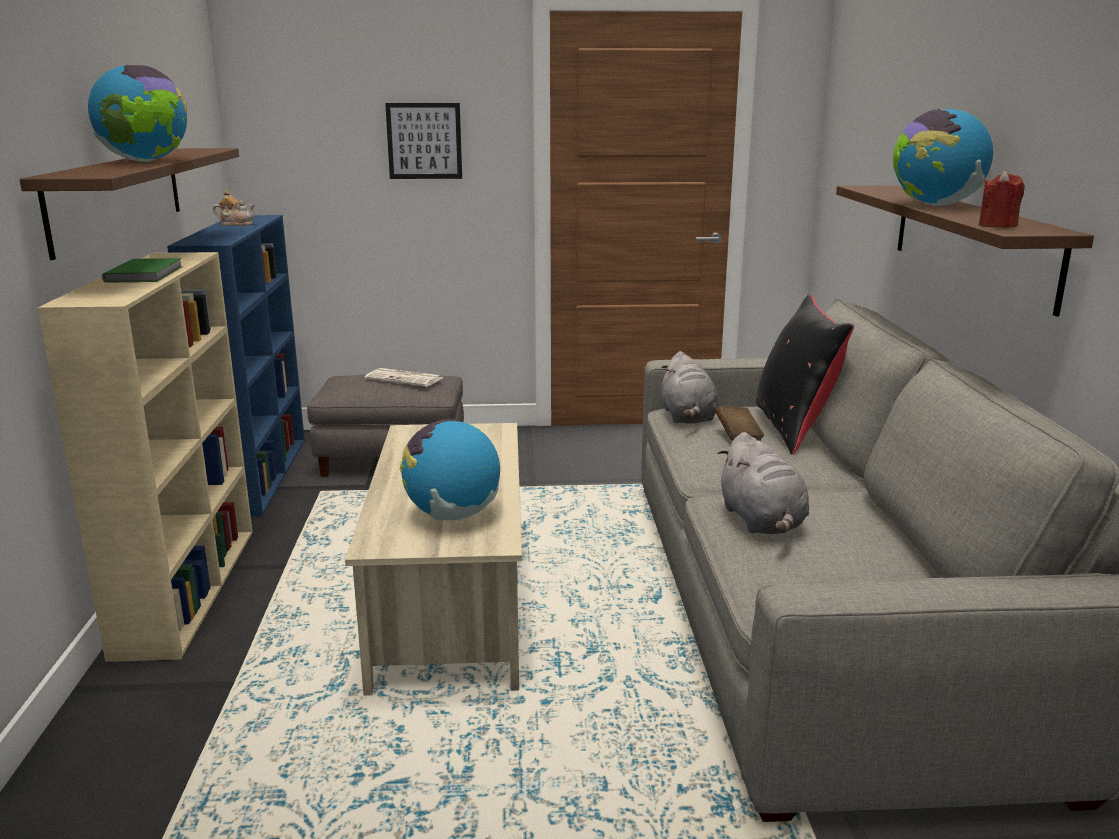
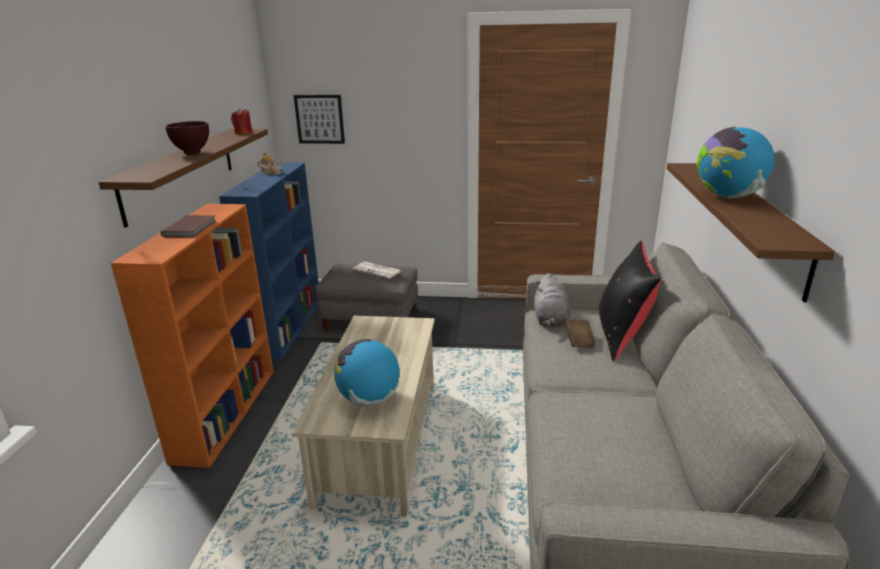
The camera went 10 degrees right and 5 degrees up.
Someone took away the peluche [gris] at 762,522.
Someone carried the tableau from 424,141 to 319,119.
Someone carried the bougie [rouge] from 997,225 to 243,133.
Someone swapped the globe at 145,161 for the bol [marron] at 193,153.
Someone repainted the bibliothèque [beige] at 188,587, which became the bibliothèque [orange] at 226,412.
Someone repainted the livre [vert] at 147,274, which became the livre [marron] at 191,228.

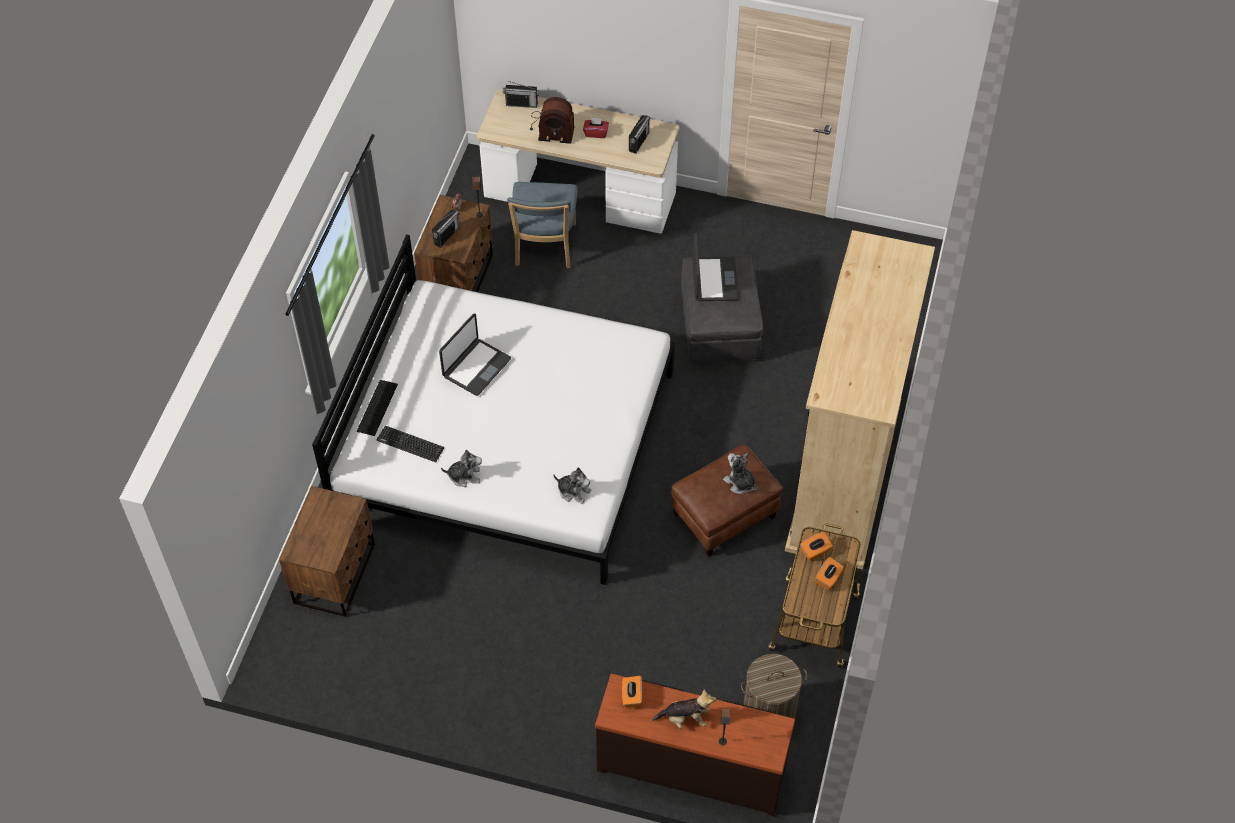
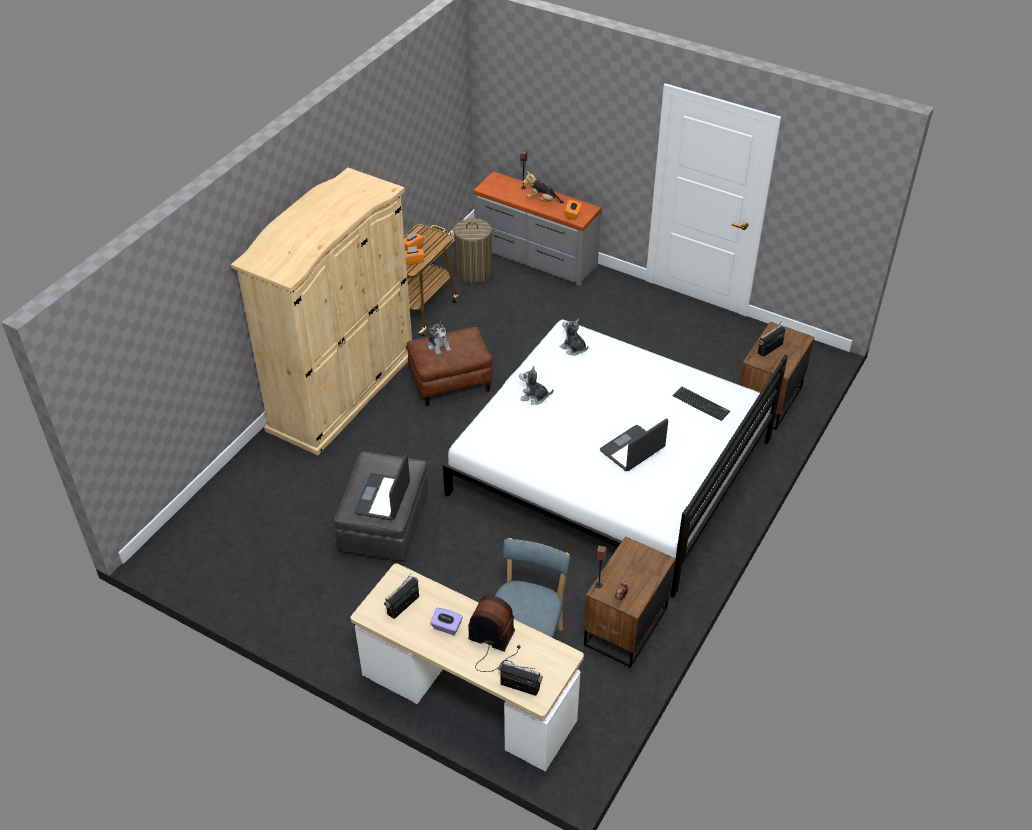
The camera went 165 degrees left and 10 degrees down.
Someone took away the clavier at 377,407.
Someone carried the radio from 446,236 to 770,348.
Someone carried the peluche from 464,476 to 534,397.
Someone repainted the boîte à mouchoirs [rouge] at 596,133, which became the boîte à mouchoirs [violet] at 446,627.
Someone repainted the commode [marron] at 692,765, which became the commode [gris] at 535,257.

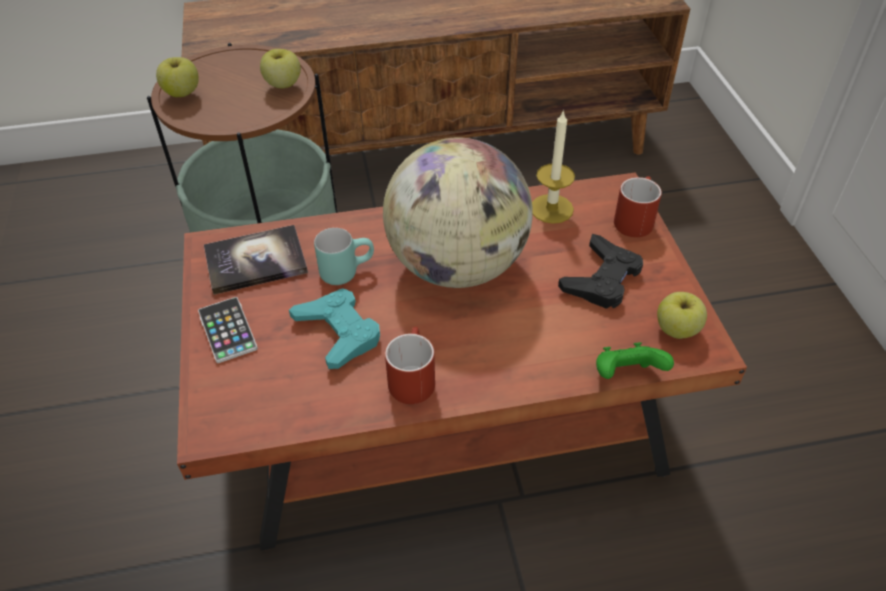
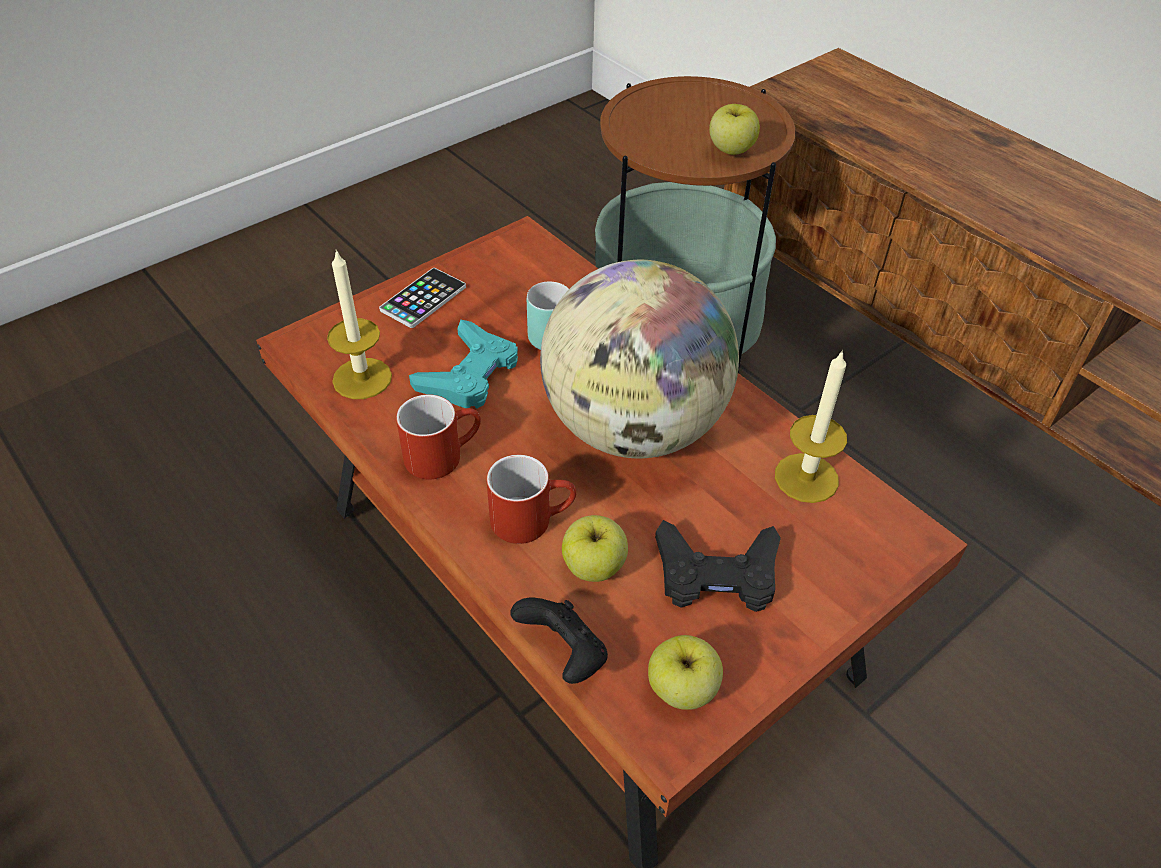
The camera went 60 degrees right and 0 degrees up.
Someone took away the livre at 256,261.
Someone put down the bougie at 362,378.
Someone carried the pomme from 182,93 to 594,566.
Someone carried the mug [rouge] from 634,218 to 532,518.
Someone repainted the manette [vert] at 626,375, which became the manette [noir] at 564,654.

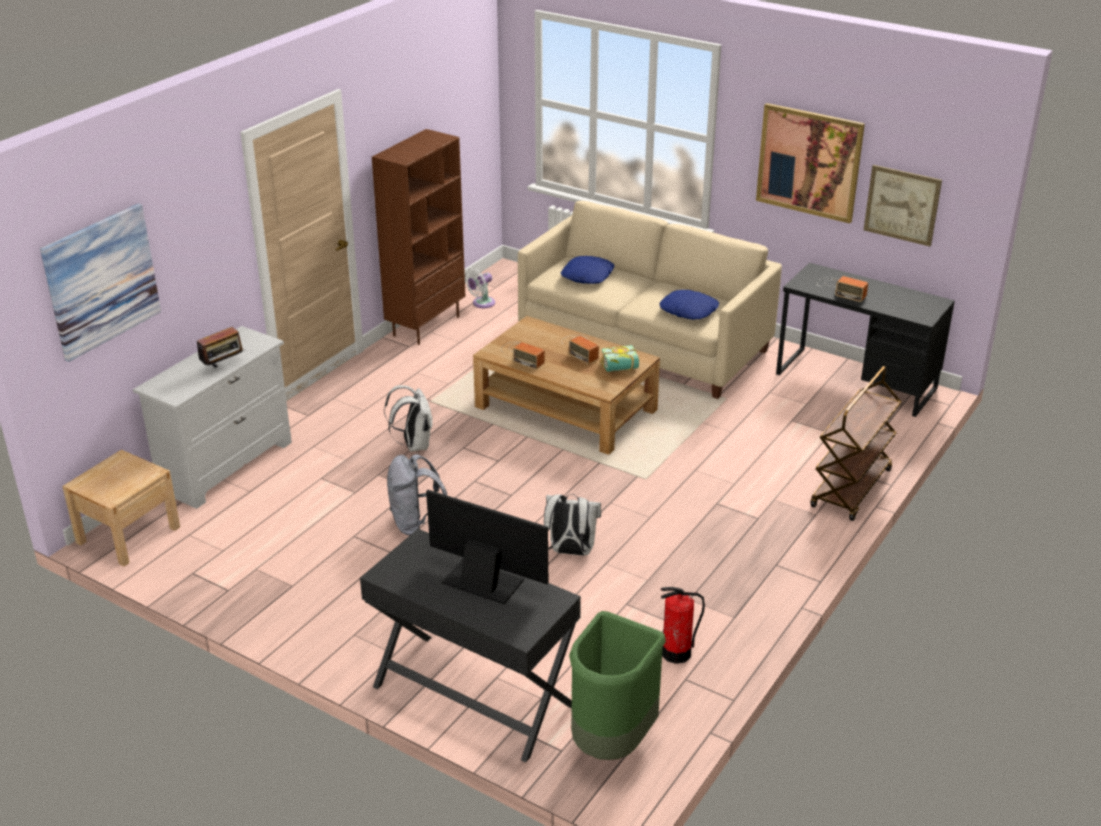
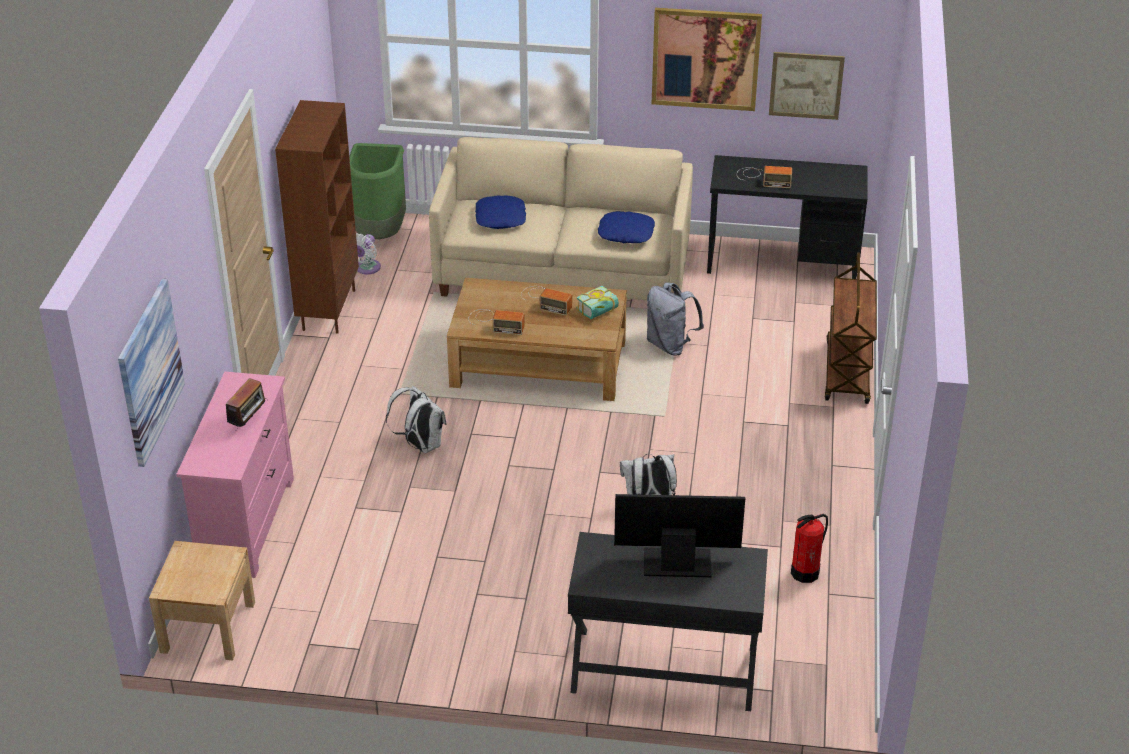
The camera went 25 degrees left and 5 degrees up.
Someone carried the sac à dos [gris] from 416,524 to 670,345.
Someone carried the poubelle [vert] from 612,743 to 380,235.
Someone repainted the commode [blanc] at 227,466, which became the commode [rose] at 247,523.

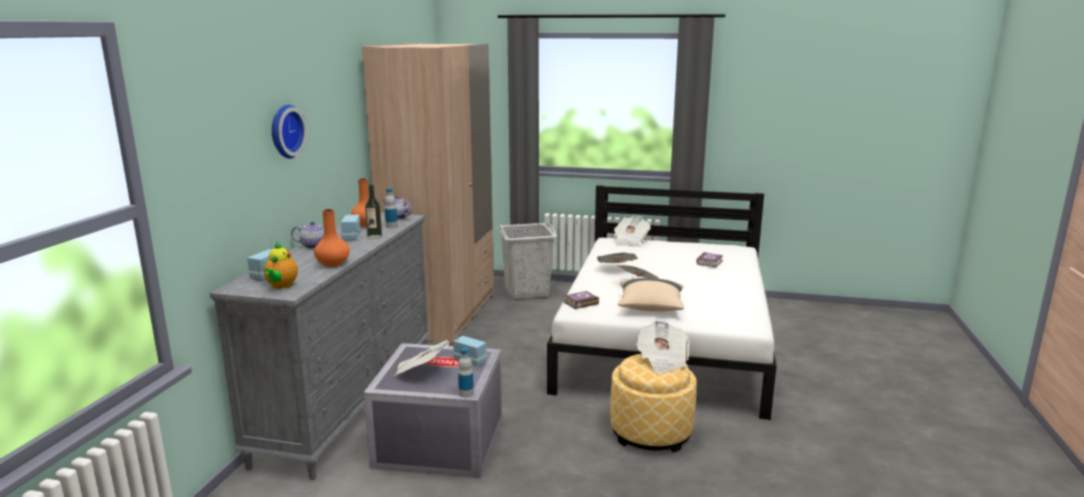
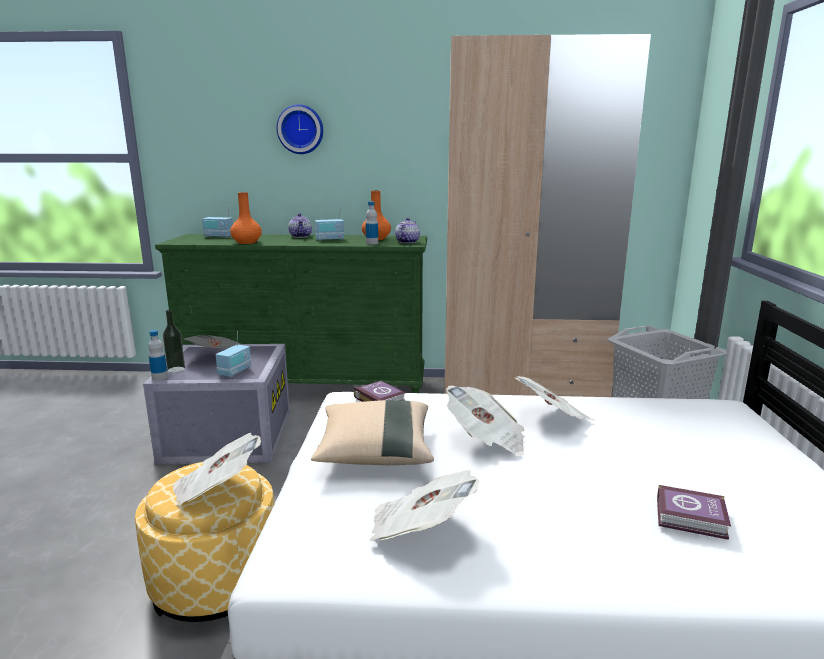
The camera went 80 degrees right and 0 degrees up.
Someone took away the théière at 281,286.
Someone carried the bouteille from 374,237 to 176,369.
Someone carried the journal from 630,241 to 419,530.
Someone repainted the commode [gris] at 350,401, which became the commode [vert] at 307,388.

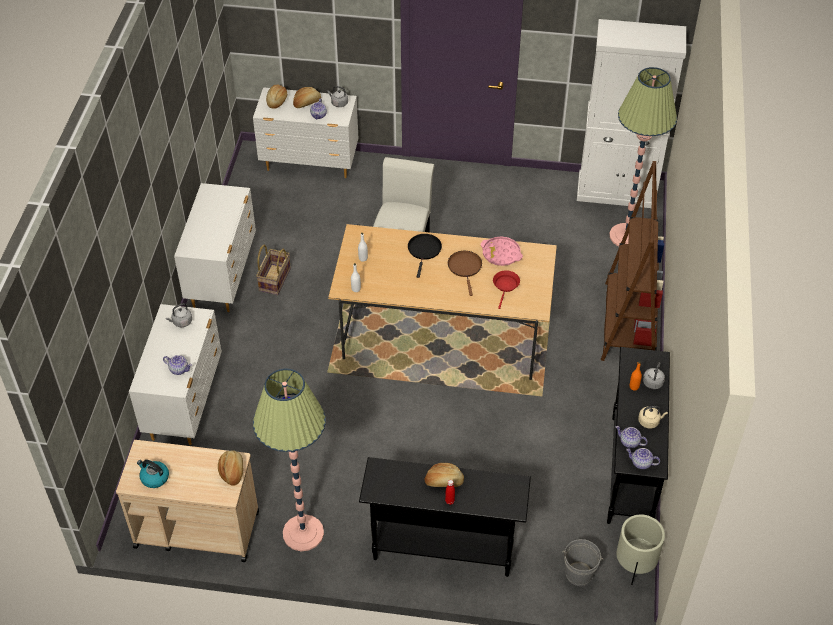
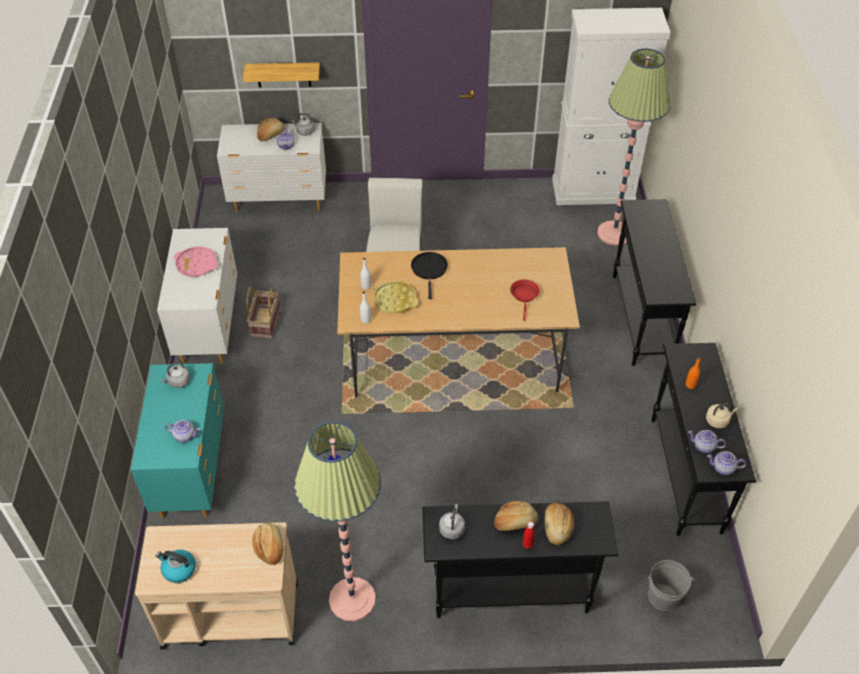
The camera went 10 degrees left and 0 degrees up.
Someone took away the poêle [marron] at 465,268.
Someone took away the cache-pot [beige] at 634,566.
Someone put up the étagère at 283,74.
Someone put down the plateau [jaune] at 395,300.
Someone carried the pain from 277,101 to 556,527.
Someone carried the plateau [rose] from 501,254 to 196,265.
Someone carried the bouilloire [gris] from 653,382 to 452,528.
Someone swapped the bibliothèque [marron] at 629,322 for the table console [noir] at 641,319.
Someone repainted the commode [blanc] at 185,403, which became the commode [turquoise] at 192,471.

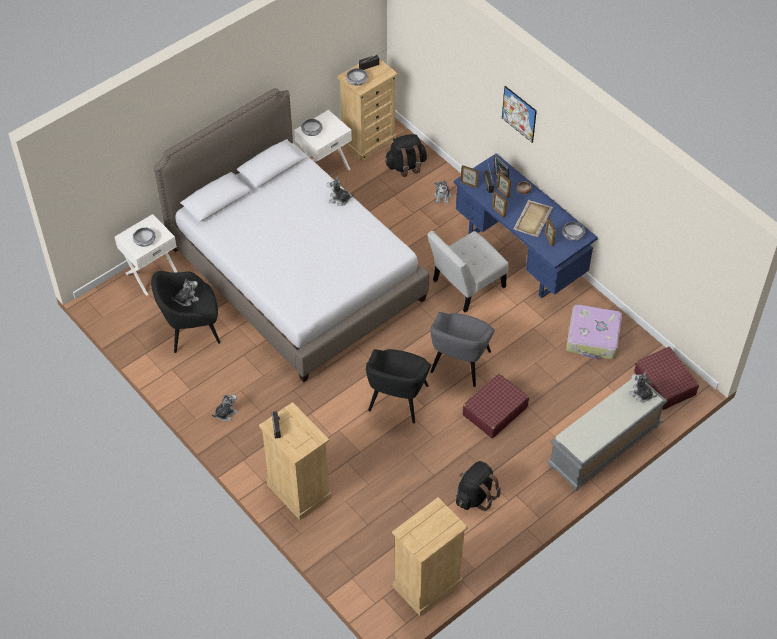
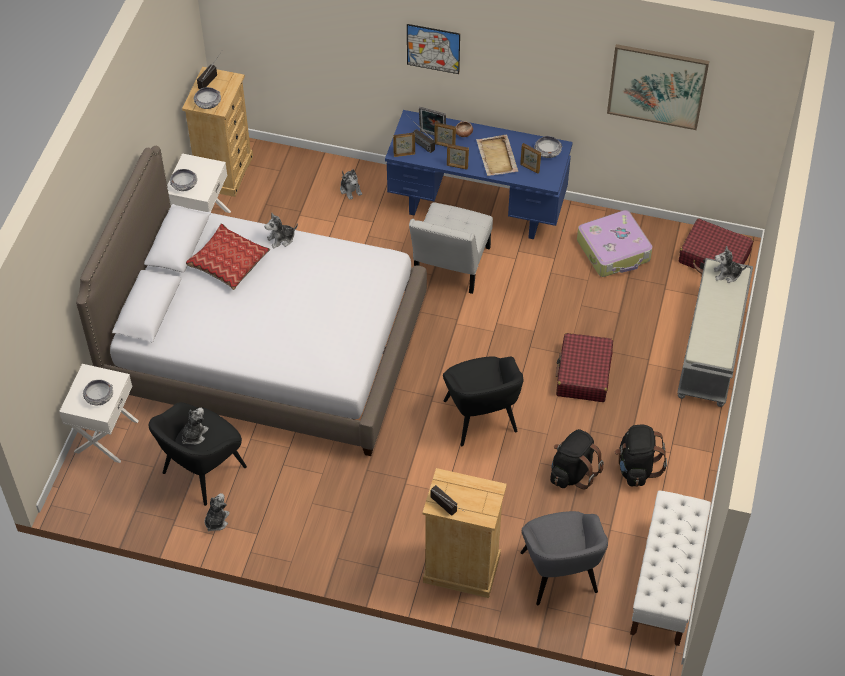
The camera went 35 degrees left and 0 degrees up.
Someone put down the coussin at 228,262.
Someone put up the tableau at 657,86.
Someone carried the peluche from 226,413 to 216,520.
Someone carried the sac à dos [noir] from 406,166 to 572,472.
Someone carried the fauteuil [gris] from 460,363 to 559,574.
Someone swapped the commode [beige] at 427,585 for the banc [blanc] at 666,582.

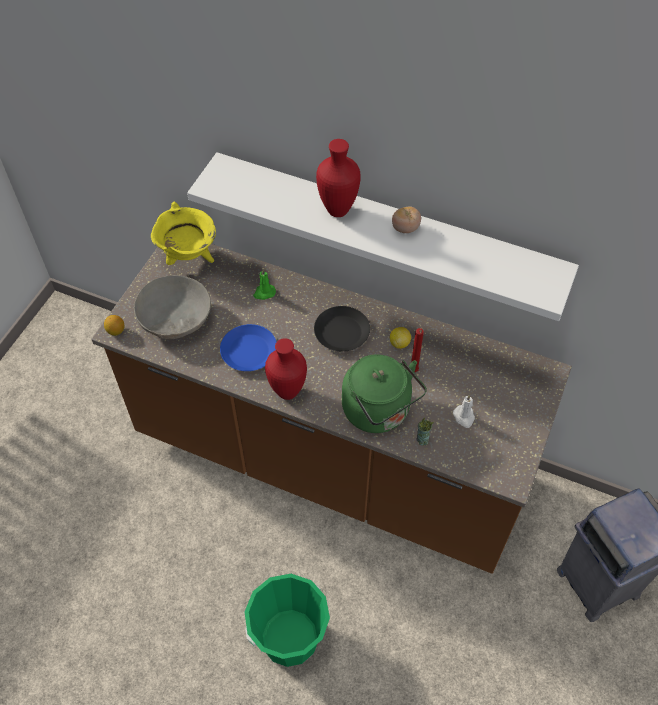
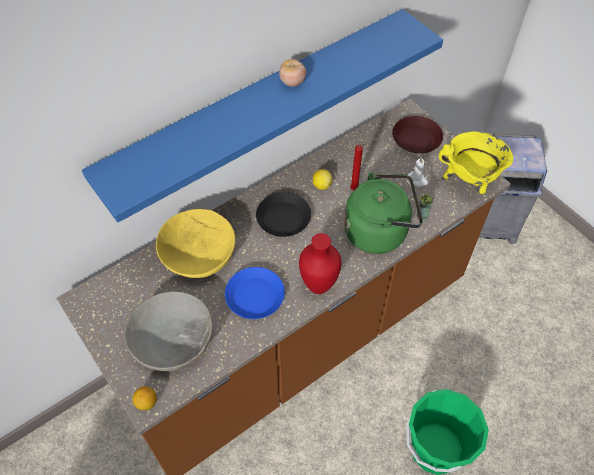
The camera went 60 degrees left and 0 degrees up.
Someone took away the vase [rouge] at 337,210.
Someone put down the assiette [marron] at 416,139.
Someone carried the marmite [jaune] from 189,257 to 469,181.
Someone swapped the bougie [vert] at 264,293 for the bol [jaune] at 198,254.
Someone repainted the étagère [blanc] at 386,228, which became the étagère [bleu] at 259,105.

